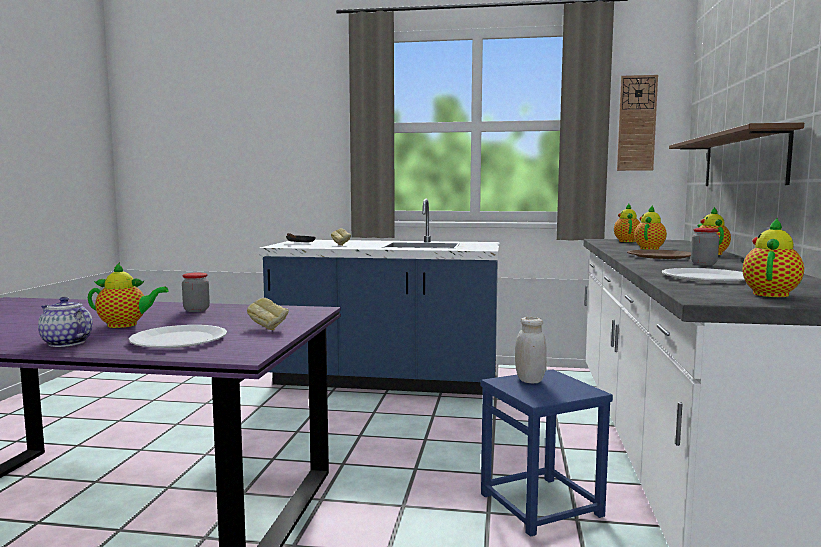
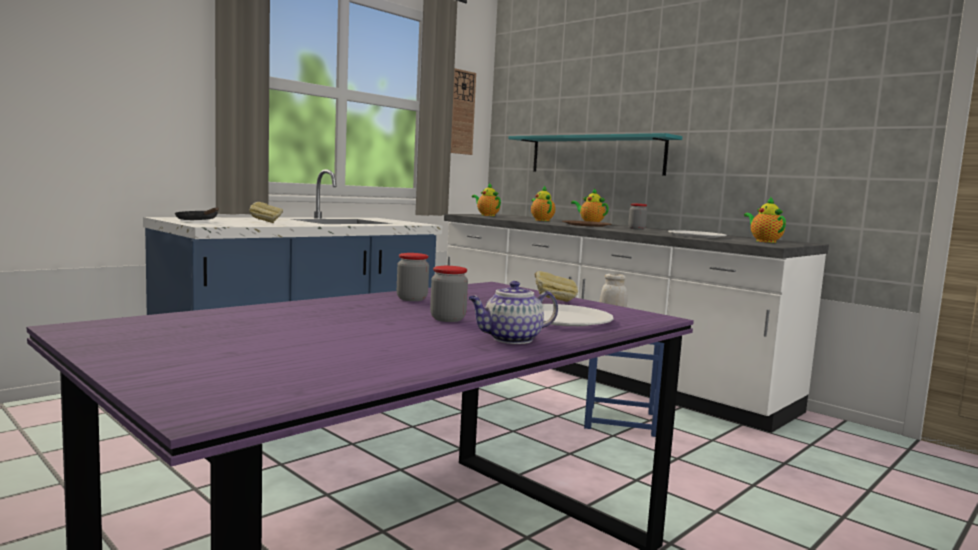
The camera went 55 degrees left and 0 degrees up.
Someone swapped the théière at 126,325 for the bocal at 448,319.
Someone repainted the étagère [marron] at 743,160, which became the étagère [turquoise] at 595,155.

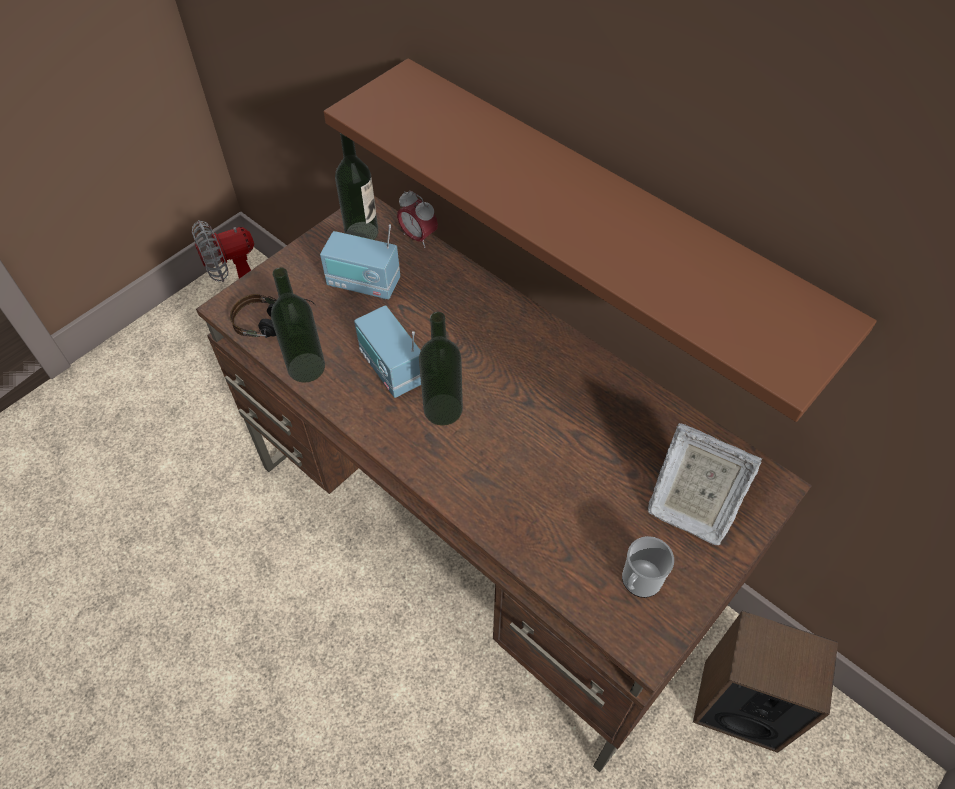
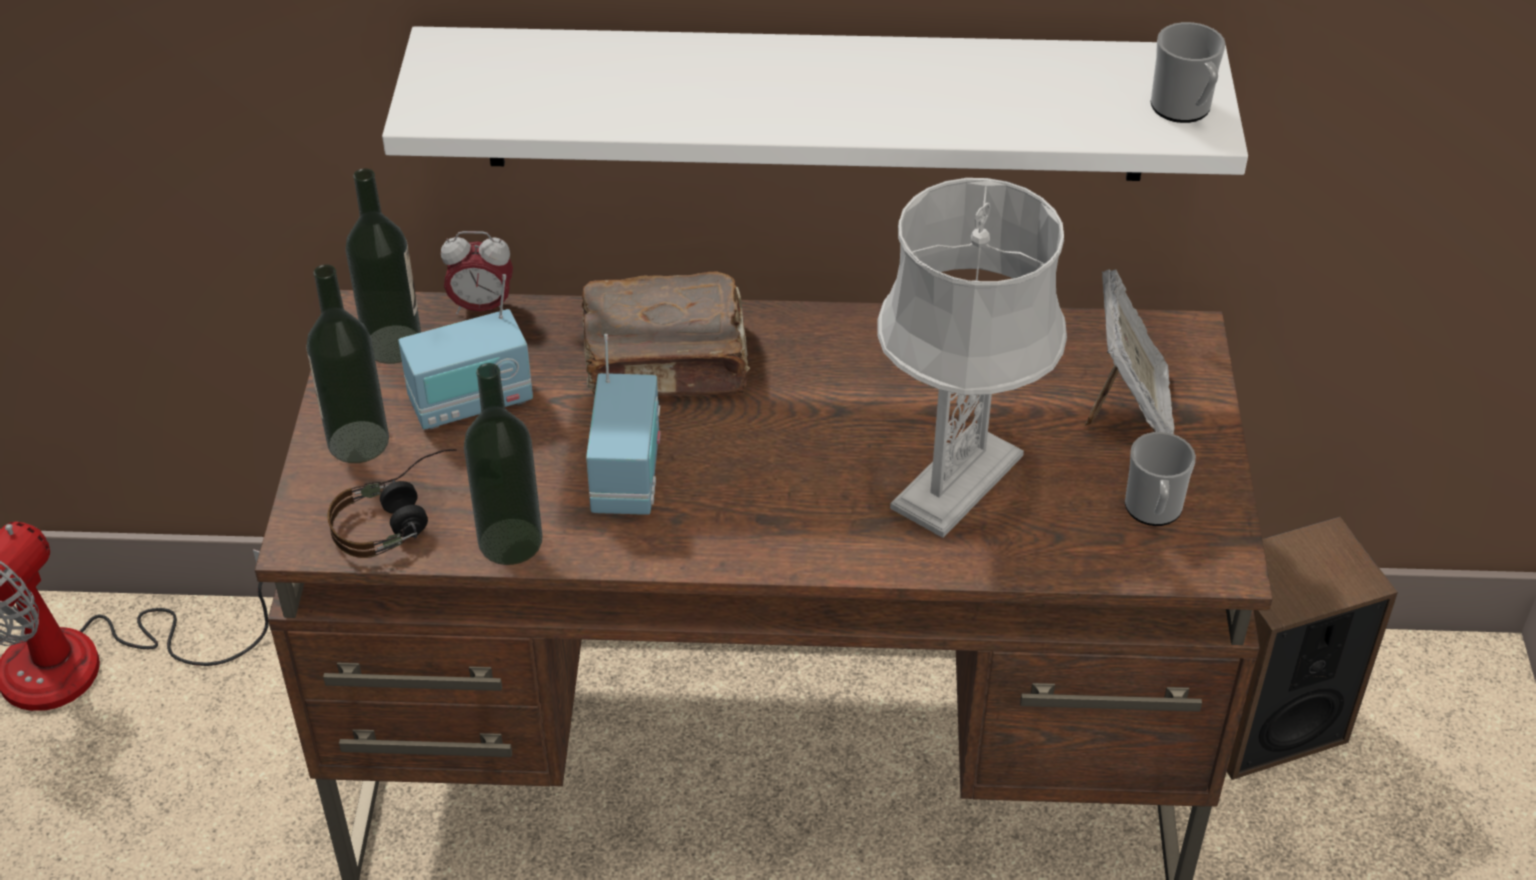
The camera went 40 degrees left and 10 degrees down.
Someone put down the livre [marron] at 668,362.
Someone put down the lampe de table [gris] at 957,483.
Someone put down the mug at 1184,109.
Someone carried the bouteille from 443,409 to 358,442.
Someone repainted the étagère [marron] at 604,216, which became the étagère [blanc] at 815,104.
Someone rotated the radio at 391,369 by 105 degrees counterclockwise.
Someone rotated the cadre photo at 689,508 by 75 degrees counterclockwise.

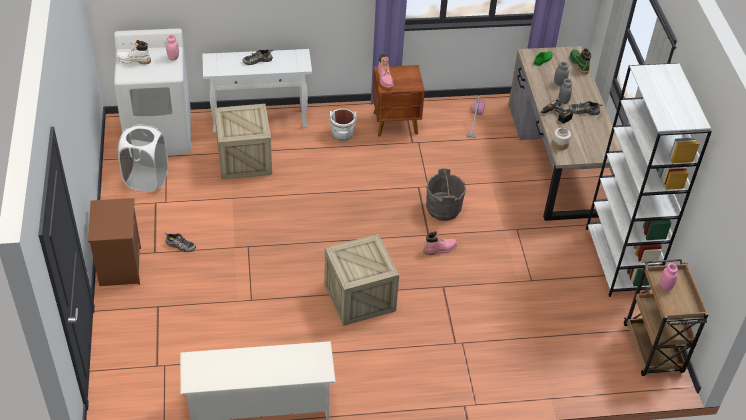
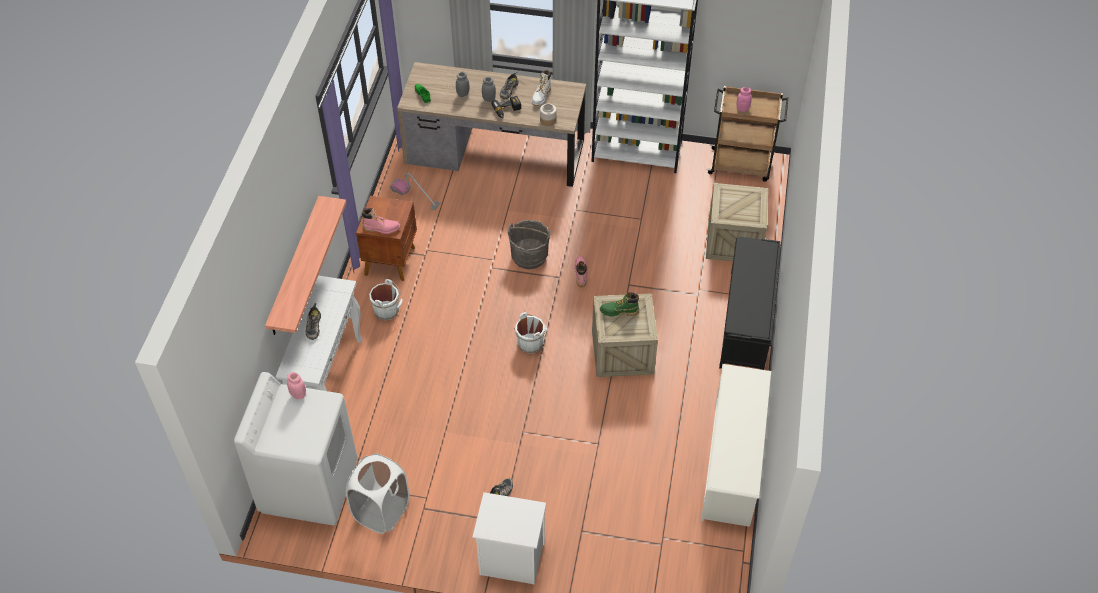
The camera went 70 degrees left and 5 degrees up.
Someone put up the étagère at 295,267.
Someone put down the seau [blanc] at 531,343.
Someone put down the banc [noir] at 746,322.
Someone carried the botte [blanc] from 133,60 to 541,96.
Someone carried the caisse from 244,159 to 733,241.
Someone carried the botte [vert] from 579,64 to 619,311.
Someone repainted the table de chevet [marron] at 119,266, which became the table de chevet [blanc] at 510,559.

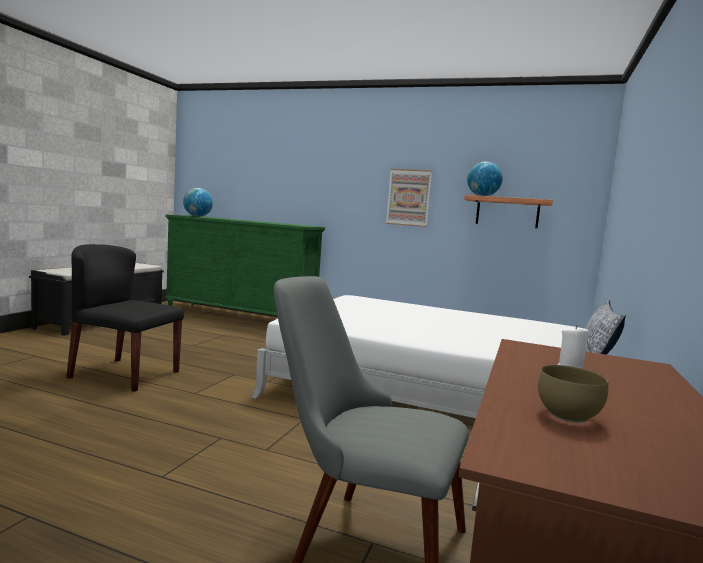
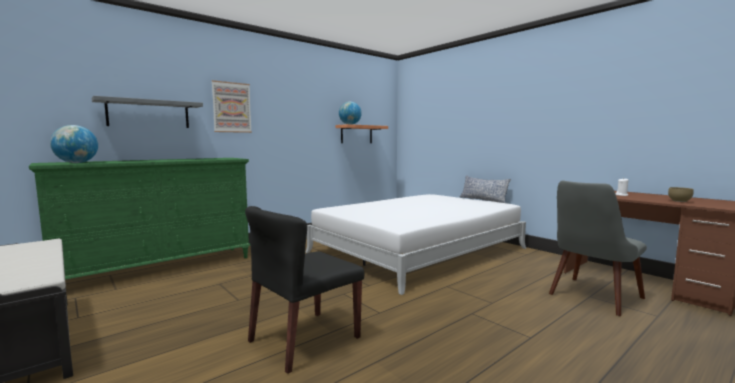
The camera went 60 degrees left and 0 degrees up.
Someone put up the étagère [gris] at 149,114.
Someone carried the tableau from 408,197 to 231,107.

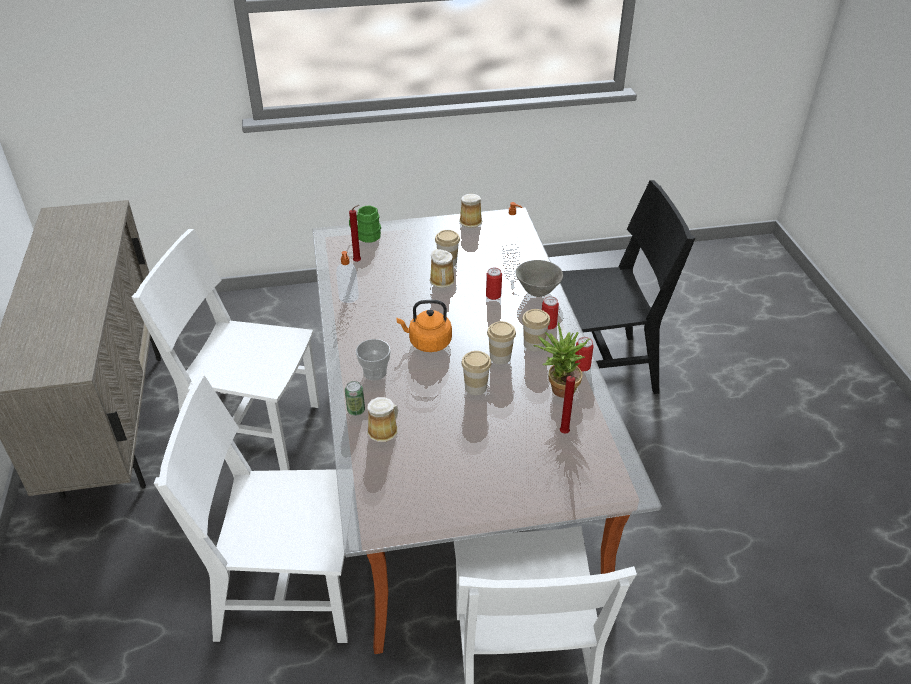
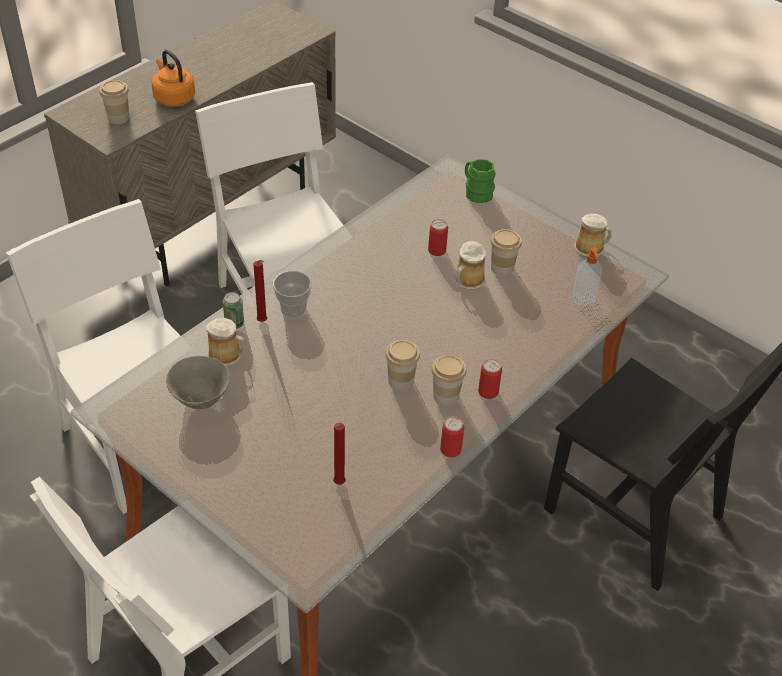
The camera went 50 degrees right and 5 degrees up.
Someone took away the distributeur de savon at 349,297.
Someone took away the plante en pot at 558,389.
Someone carried the bougie [rouge] from 358,261 to 263,322.
Someone carried the bouilloire [orange] from 427,343 to 173,98.
Someone carried the tasse from 475,387 to 118,118.
Someone carried the boîte métallique from 493,295 to 437,250.
Someone carried the bol [gris] from 537,292 to 201,400.

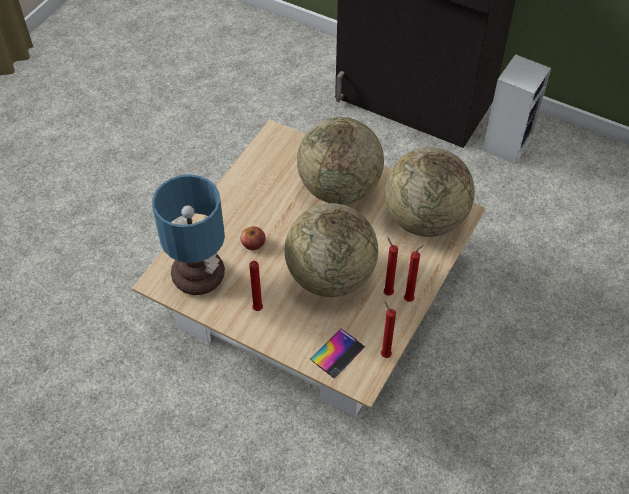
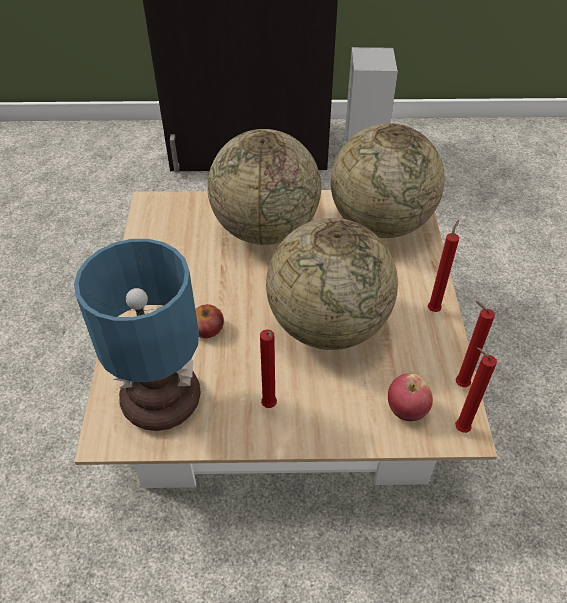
The camera went 30 degrees left and 5 degrees down.
Someone carried the bougie [rouge] from 387,292 to 459,428.
Someone swapped the téléphone at 337,353 for the pomme at 406,410.

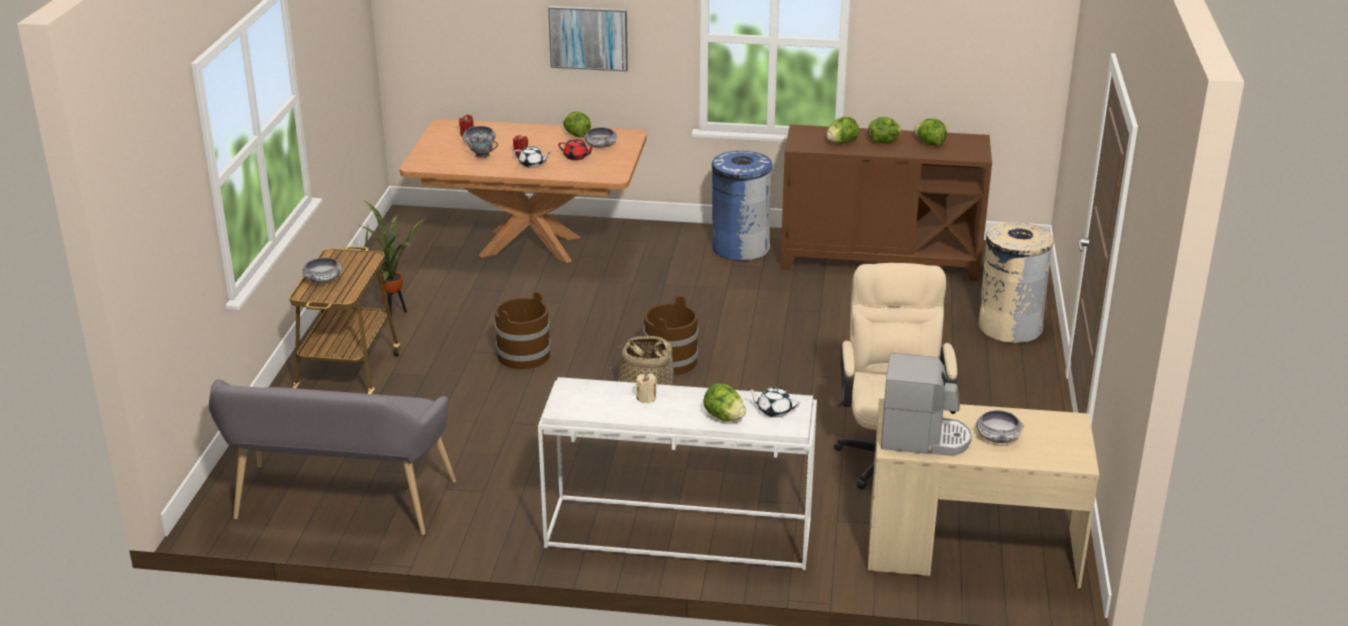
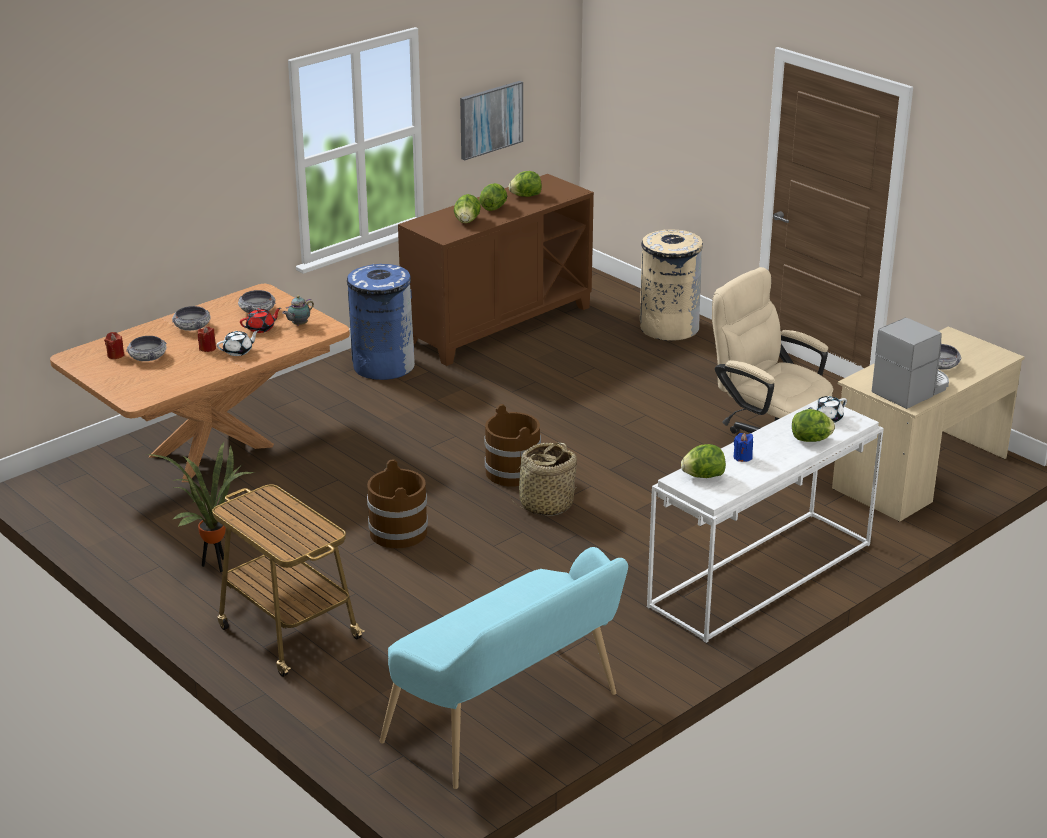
The camera went 50 degrees left and 0 degrees up.
Someone carried the bol from 323,279 to 192,327.
Someone carried the théière from 481,157 to 298,325.
Someone carried the tableau from 588,38 to 490,119.
Someone carried the laitue from 576,135 to 703,476.
Someone repainted the banc [gris] at 339,505, which became the banc [turquoise] at 510,721.
Someone repainted the bougie [beige] at 646,398, which became the bougie [bleu] at 742,457.

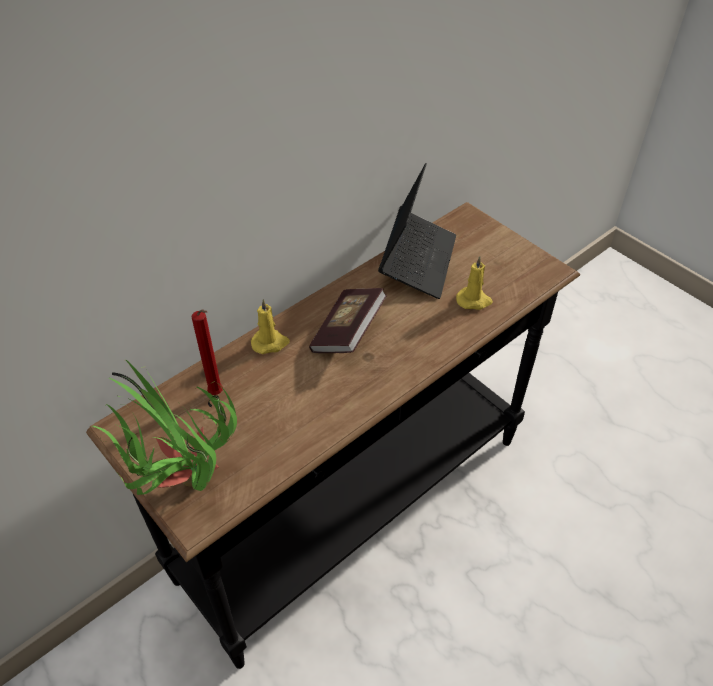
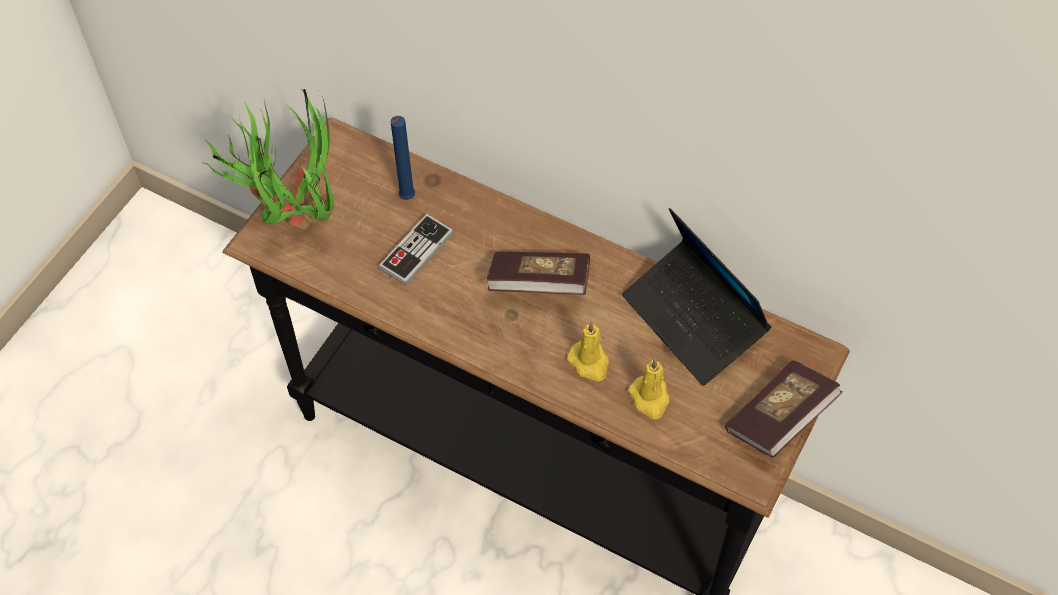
The camera went 70 degrees right and 10 degrees up.
Someone put down the manette at 416,251.
Someone put down the livre at 779,418.
Someone carried the bougie [jaune] from 270,343 to 589,362.
Someone repainted the bougie [rouge] at 217,394, which became the bougie [bleu] at 406,199.
Someone rotated the ordinateur portable at 417,261 by 60 degrees clockwise.

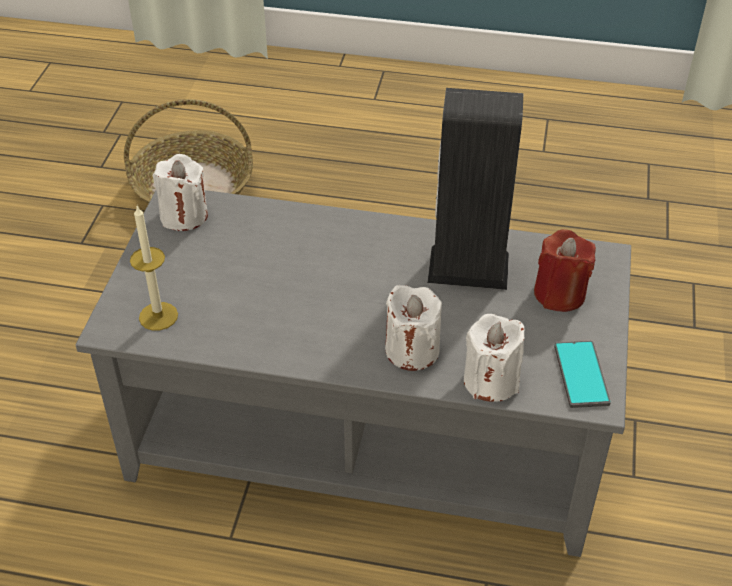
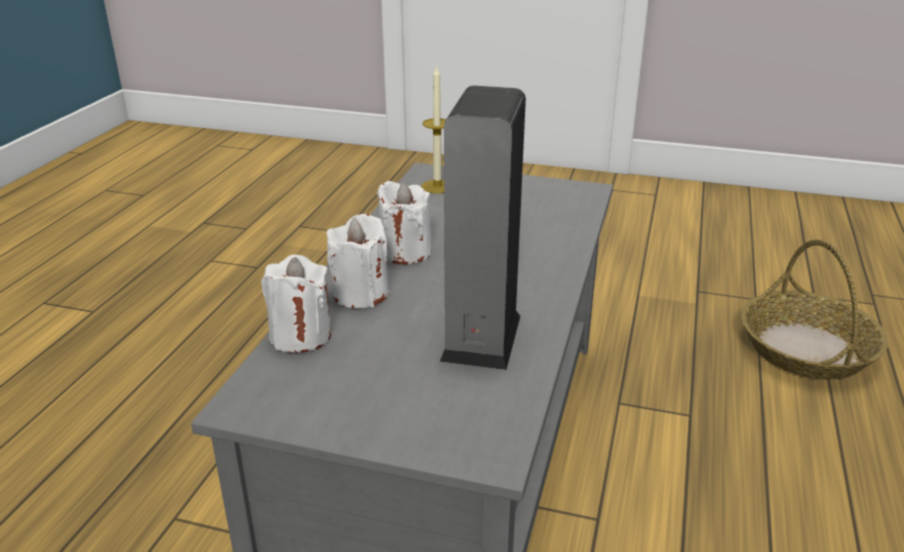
The camera went 95 degrees right and 15 degrees down.
Someone took away the bougie [rouge] at 559,294.
Someone took away the téléphone at 581,375.
Someone carried the bougie [blanc] from 184,216 to 405,252.

